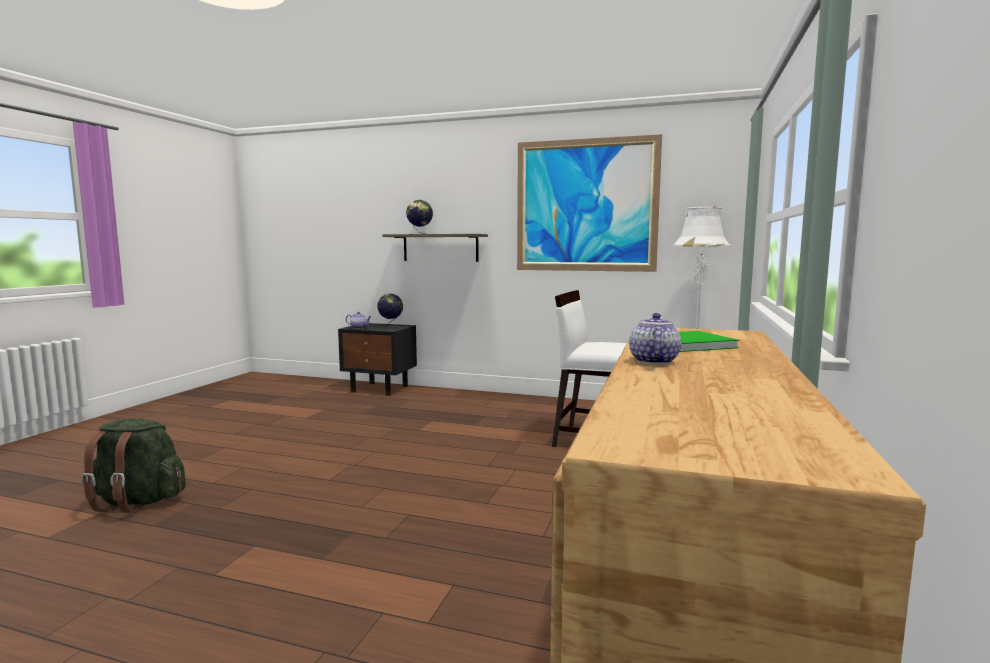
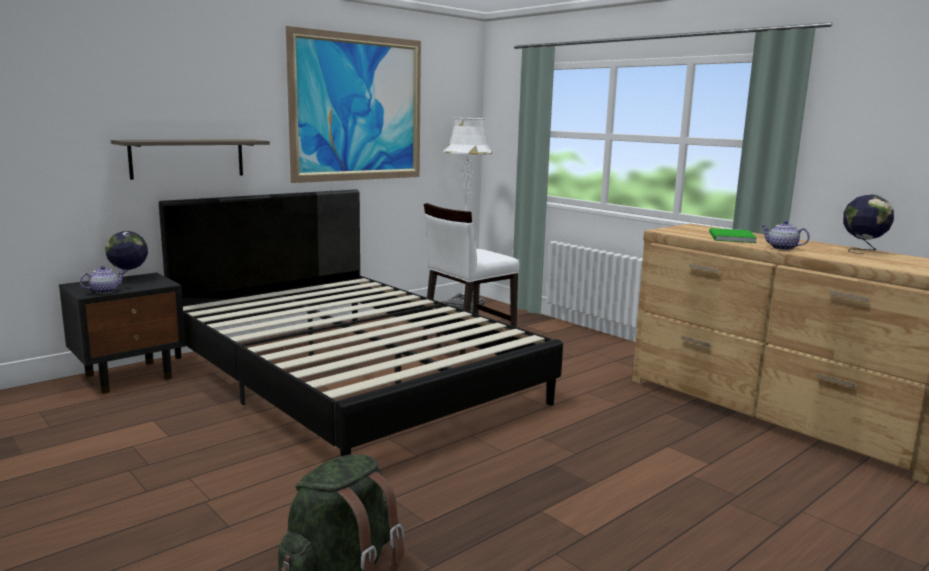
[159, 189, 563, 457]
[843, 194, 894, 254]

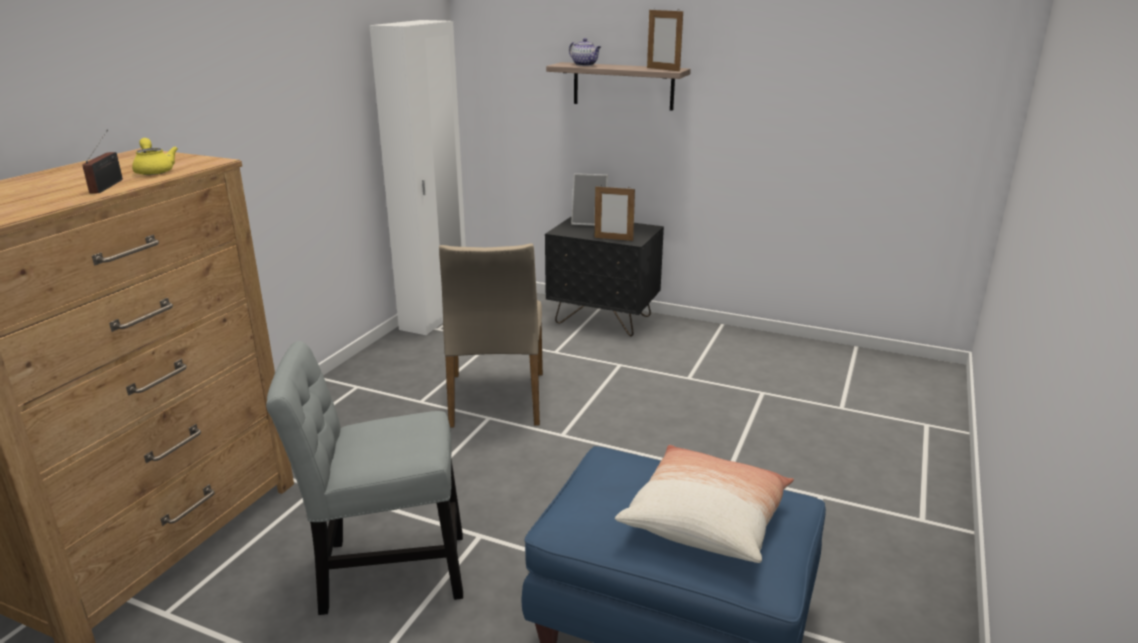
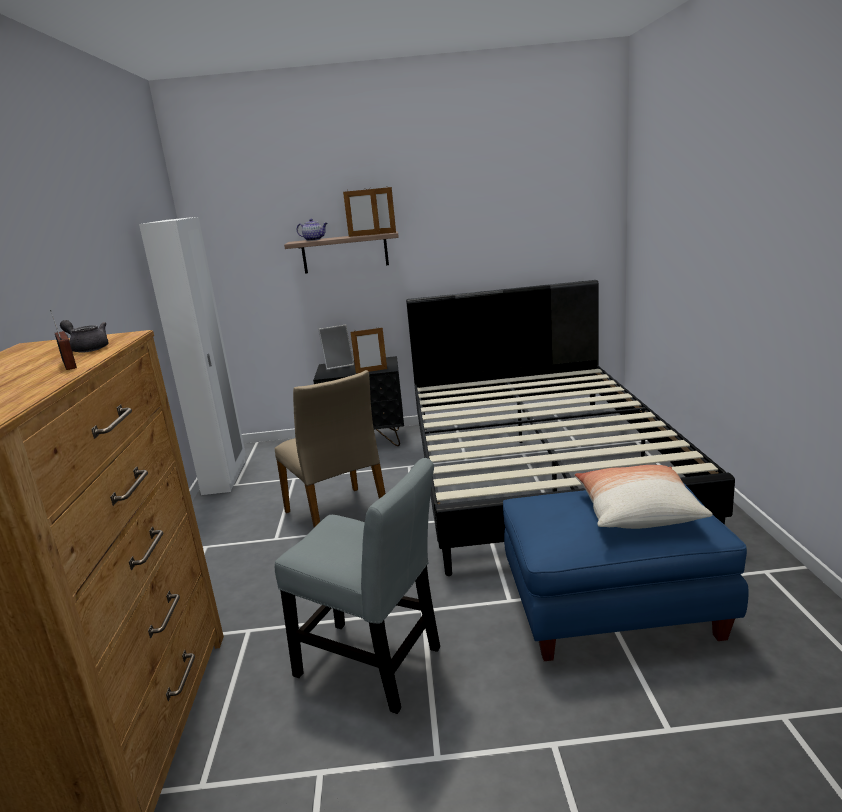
[60, 320, 109, 353]
[275, 458, 440, 714]
[343, 189, 380, 237]
[406, 280, 735, 576]

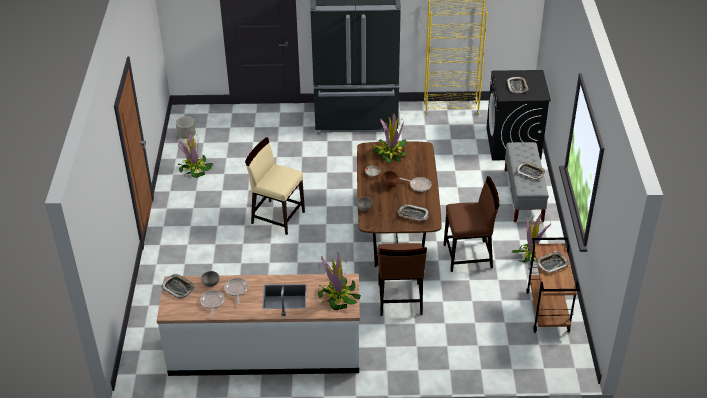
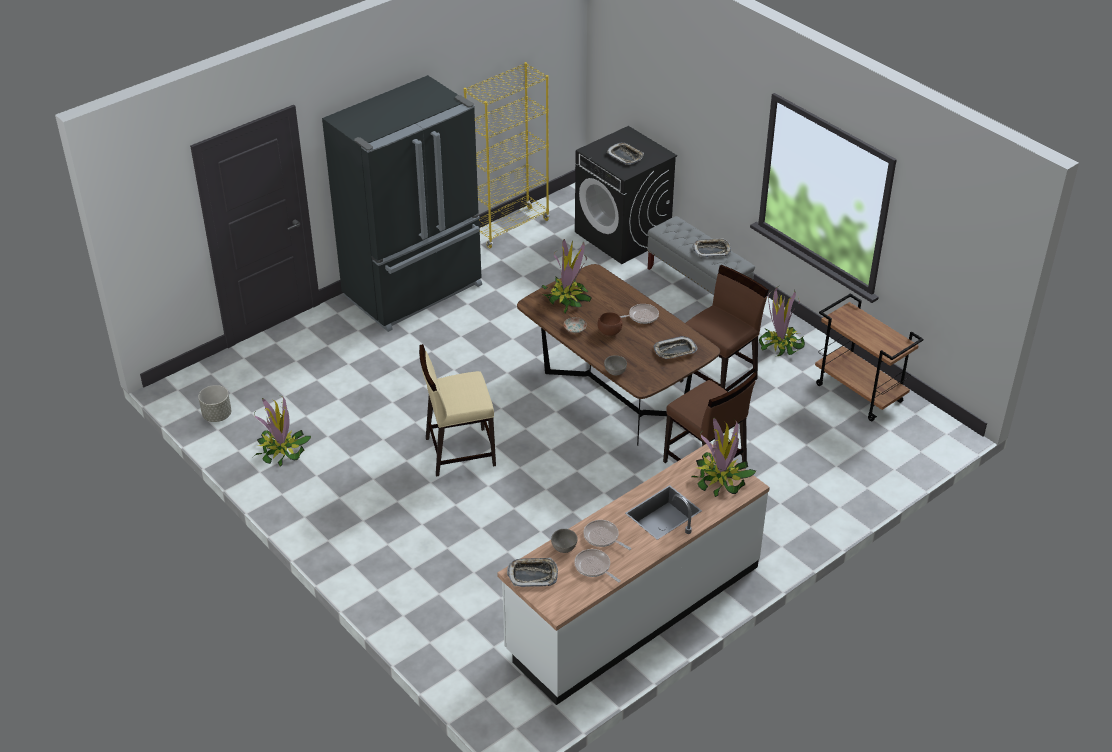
[536, 251, 569, 273] (first image)

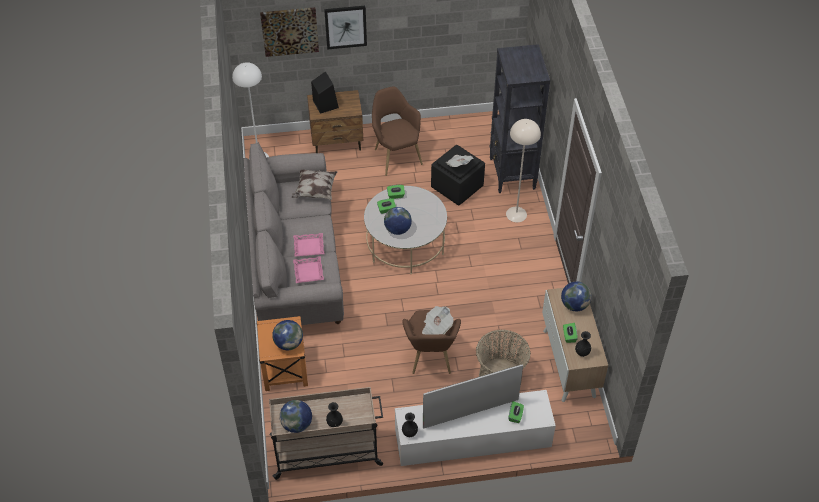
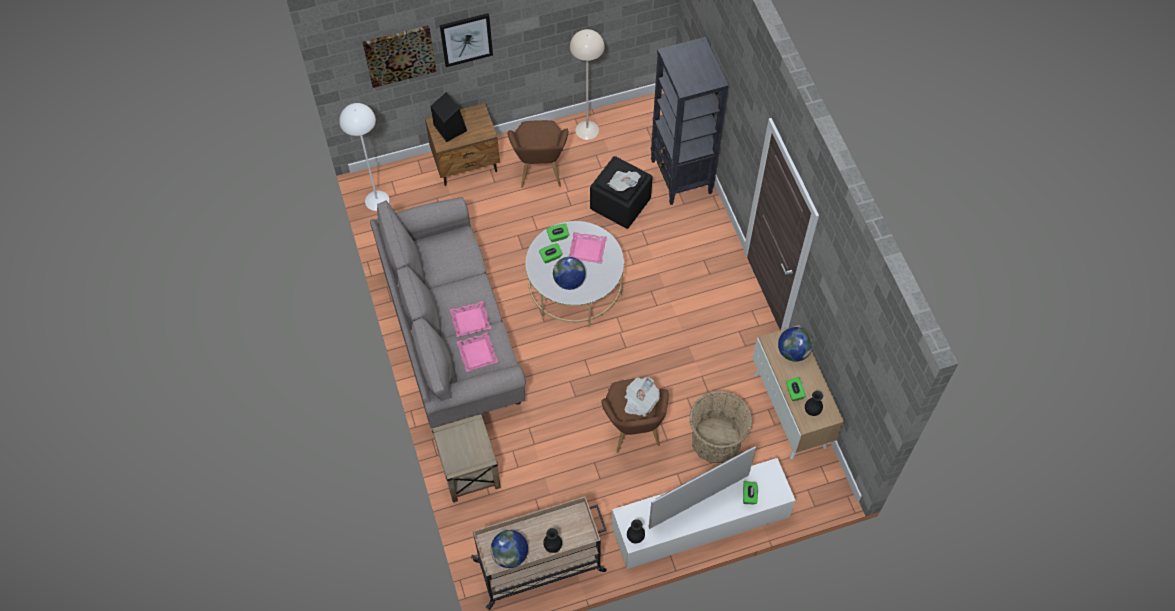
[432, 414, 501, 502]
[508, 120, 569, 188]
[568, 232, 607, 263]
[570, 29, 605, 140]
[272, 320, 303, 350] (first image)
[292, 170, 337, 200] (first image)

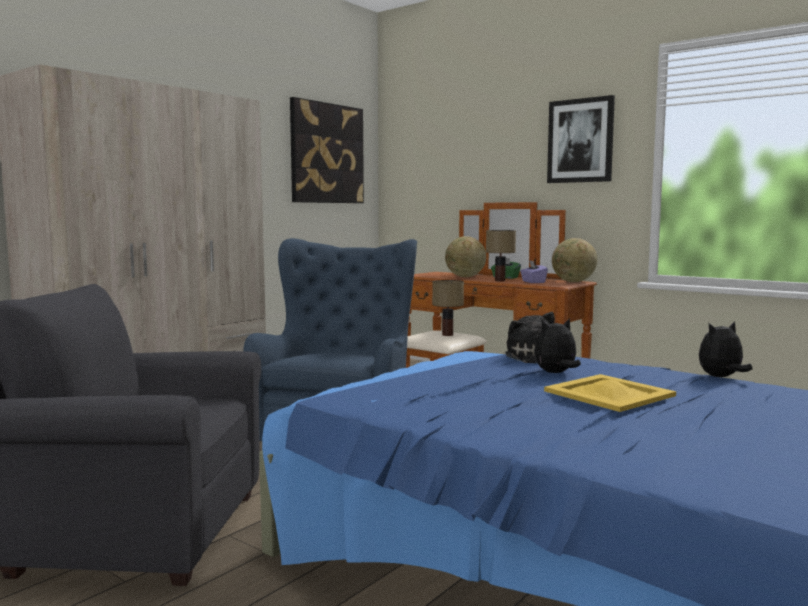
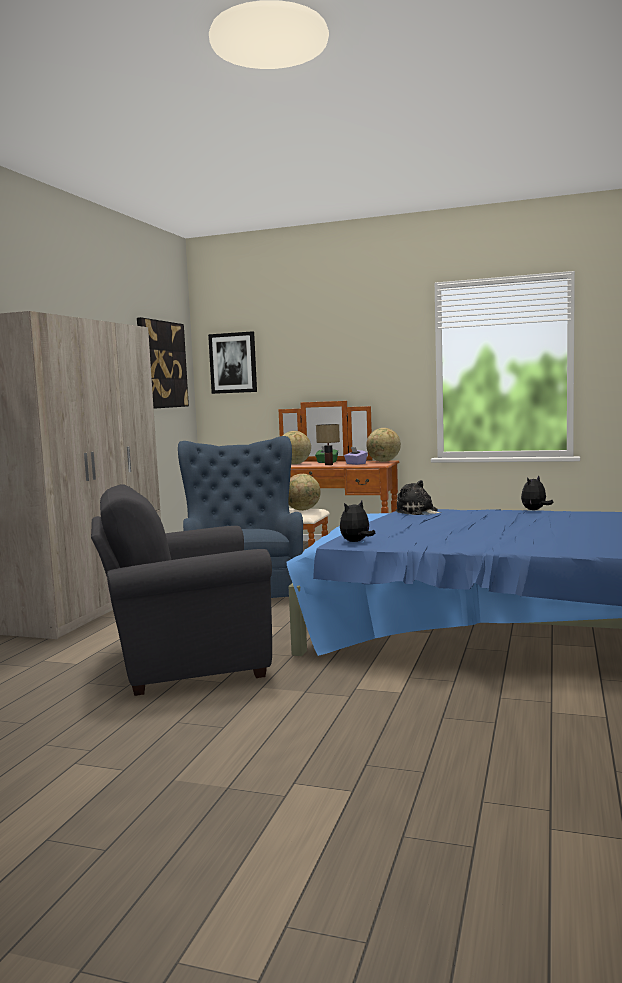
[208, 331, 257, 394]
[289, 474, 321, 511]
[340, 501, 376, 542]
[544, 374, 676, 412] (first image)

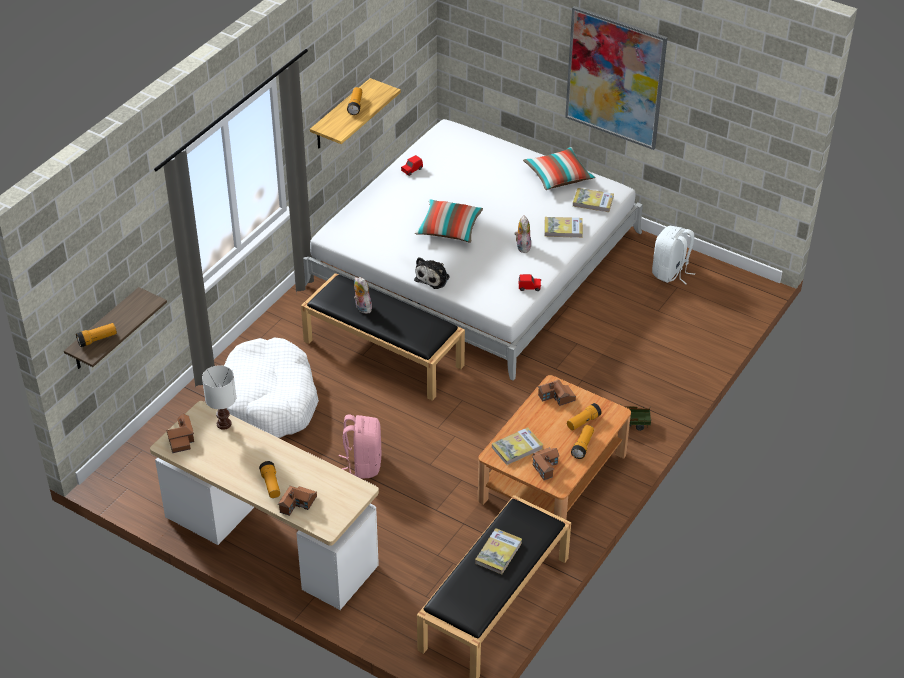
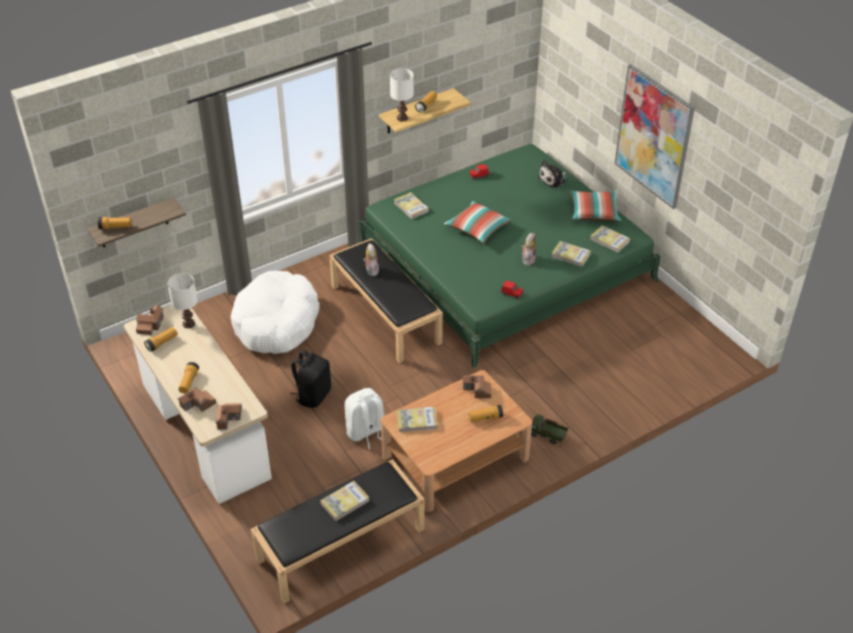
[144, 327, 177, 352]
[215, 403, 242, 430]
[290, 350, 331, 408]
[345, 388, 385, 449]
[359, 144, 661, 368]
[390, 68, 414, 121]
[394, 192, 429, 219]
[538, 160, 566, 188]

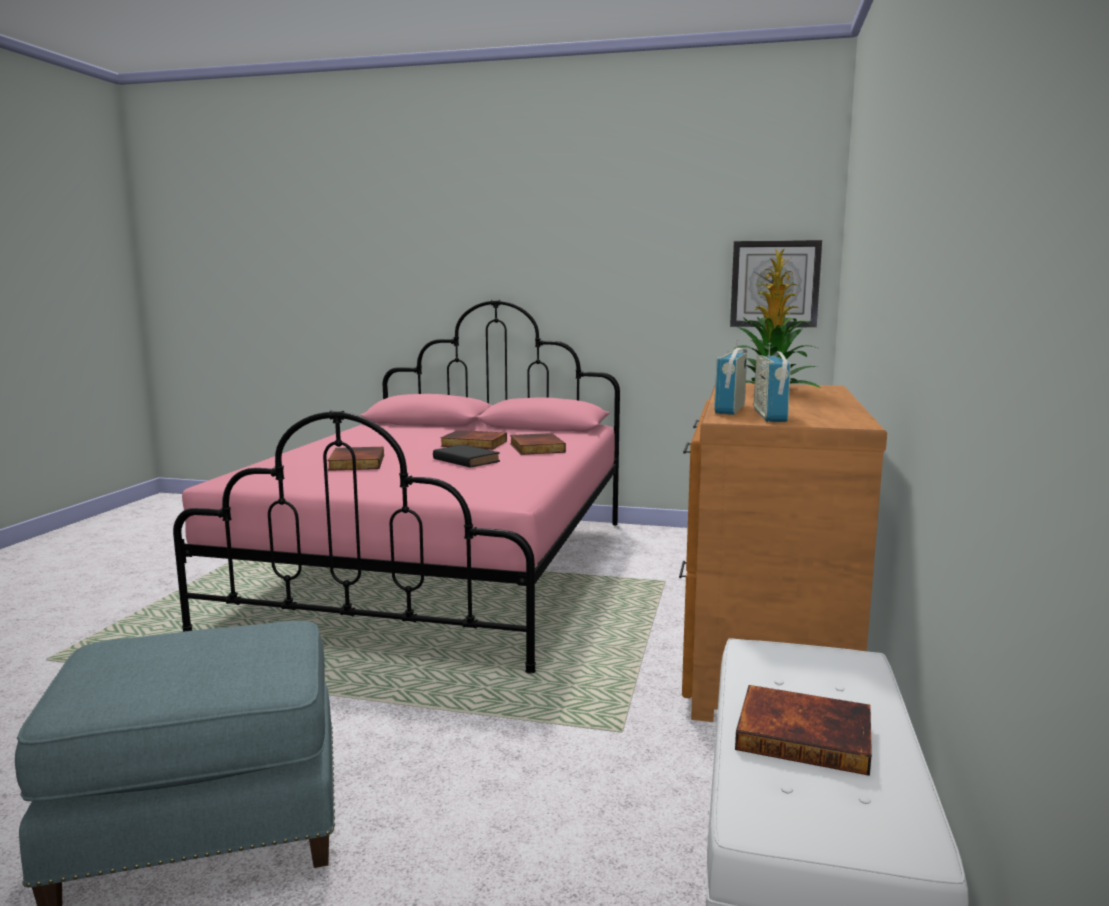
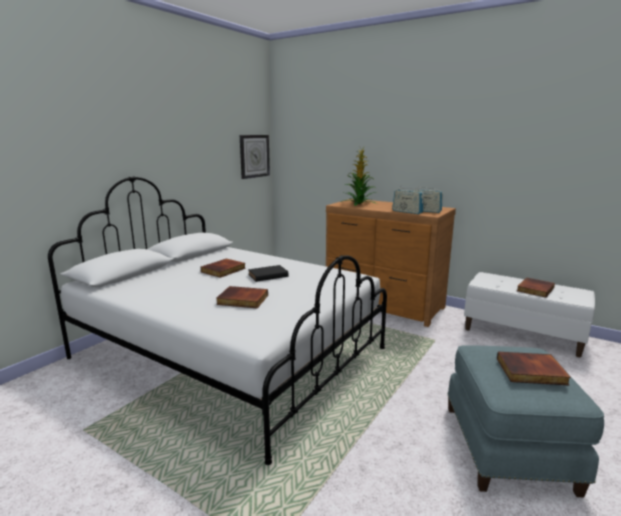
[48, 176, 387, 465]
[497, 352, 571, 385]

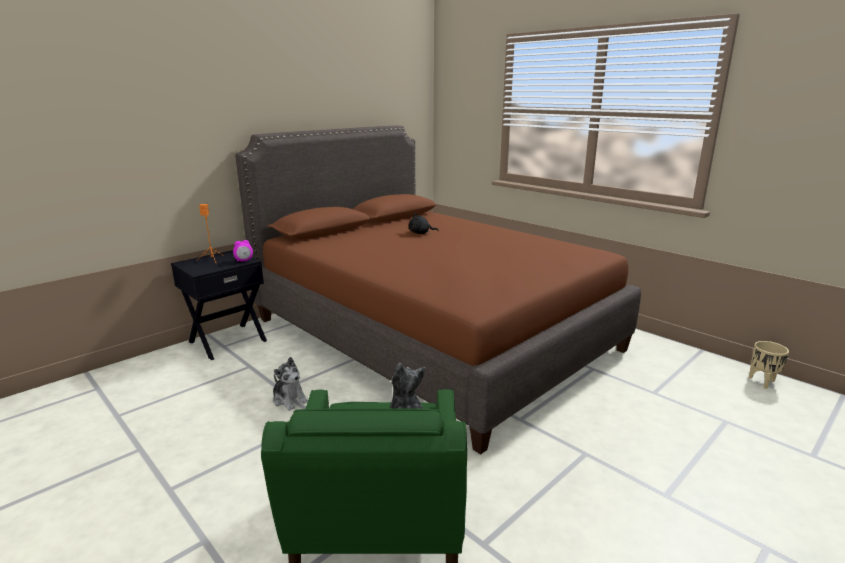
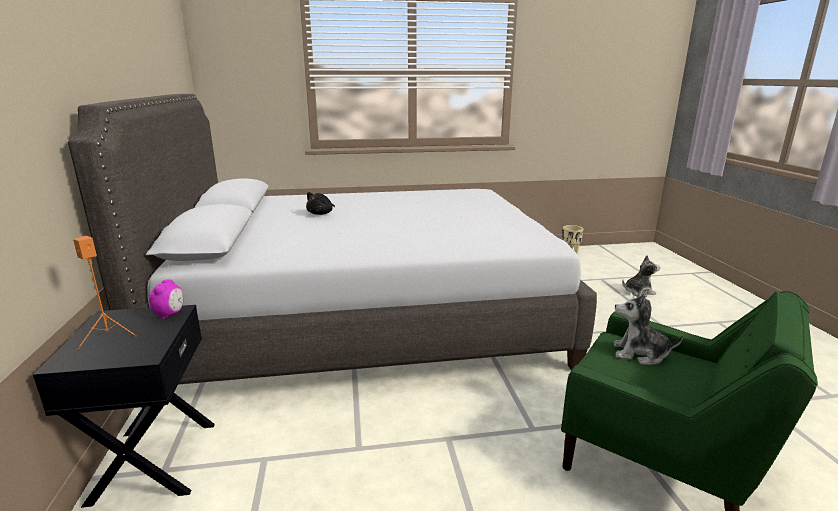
[68, 94, 597, 408]
[622, 255, 660, 297]

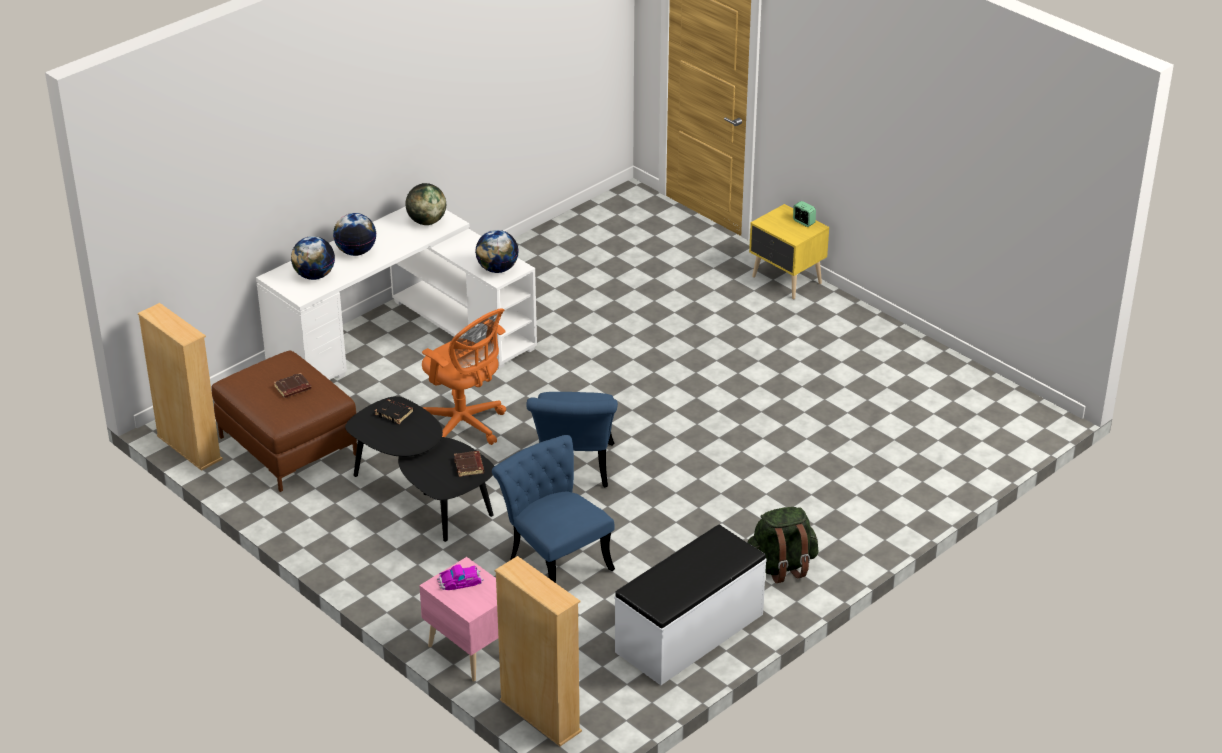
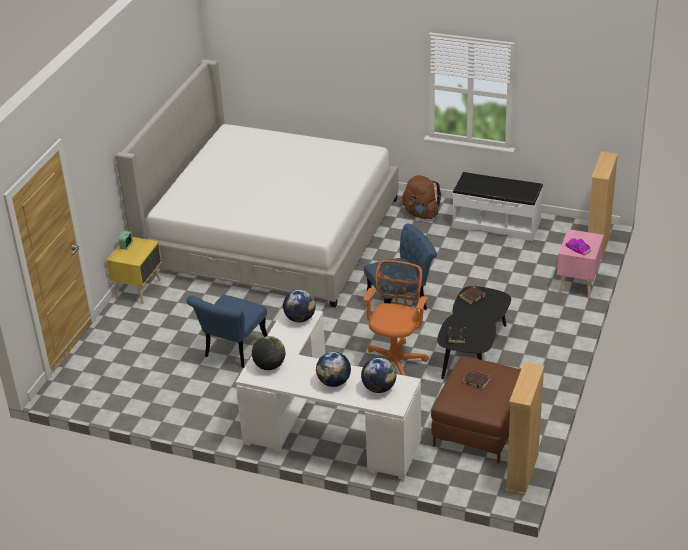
[116, 59, 399, 308]
[187, 295, 267, 368]
[402, 175, 442, 219]

